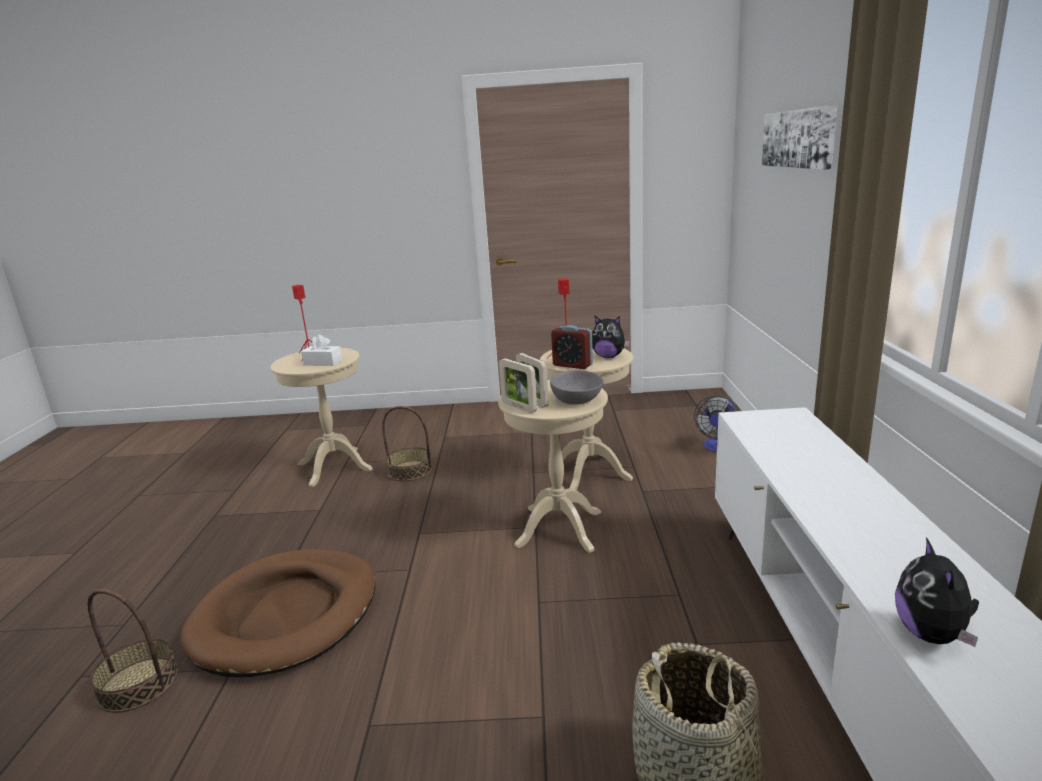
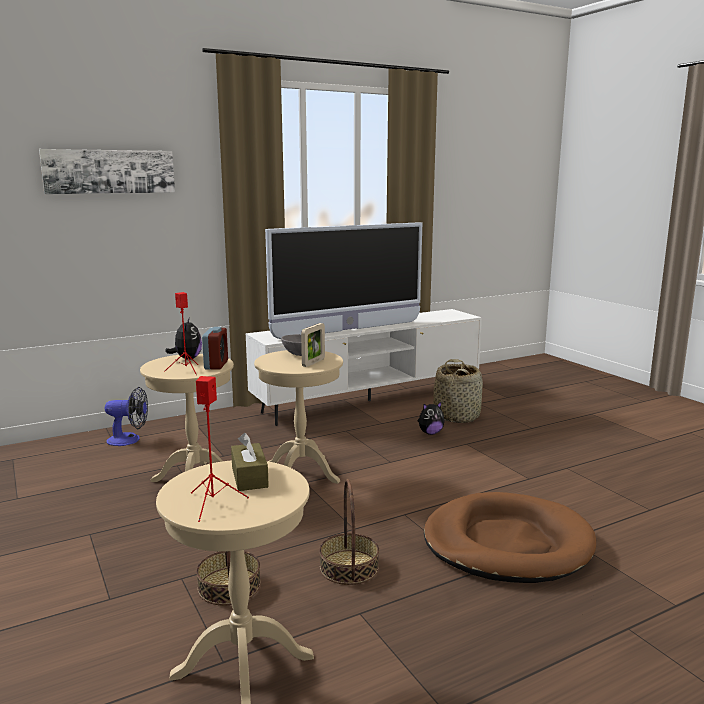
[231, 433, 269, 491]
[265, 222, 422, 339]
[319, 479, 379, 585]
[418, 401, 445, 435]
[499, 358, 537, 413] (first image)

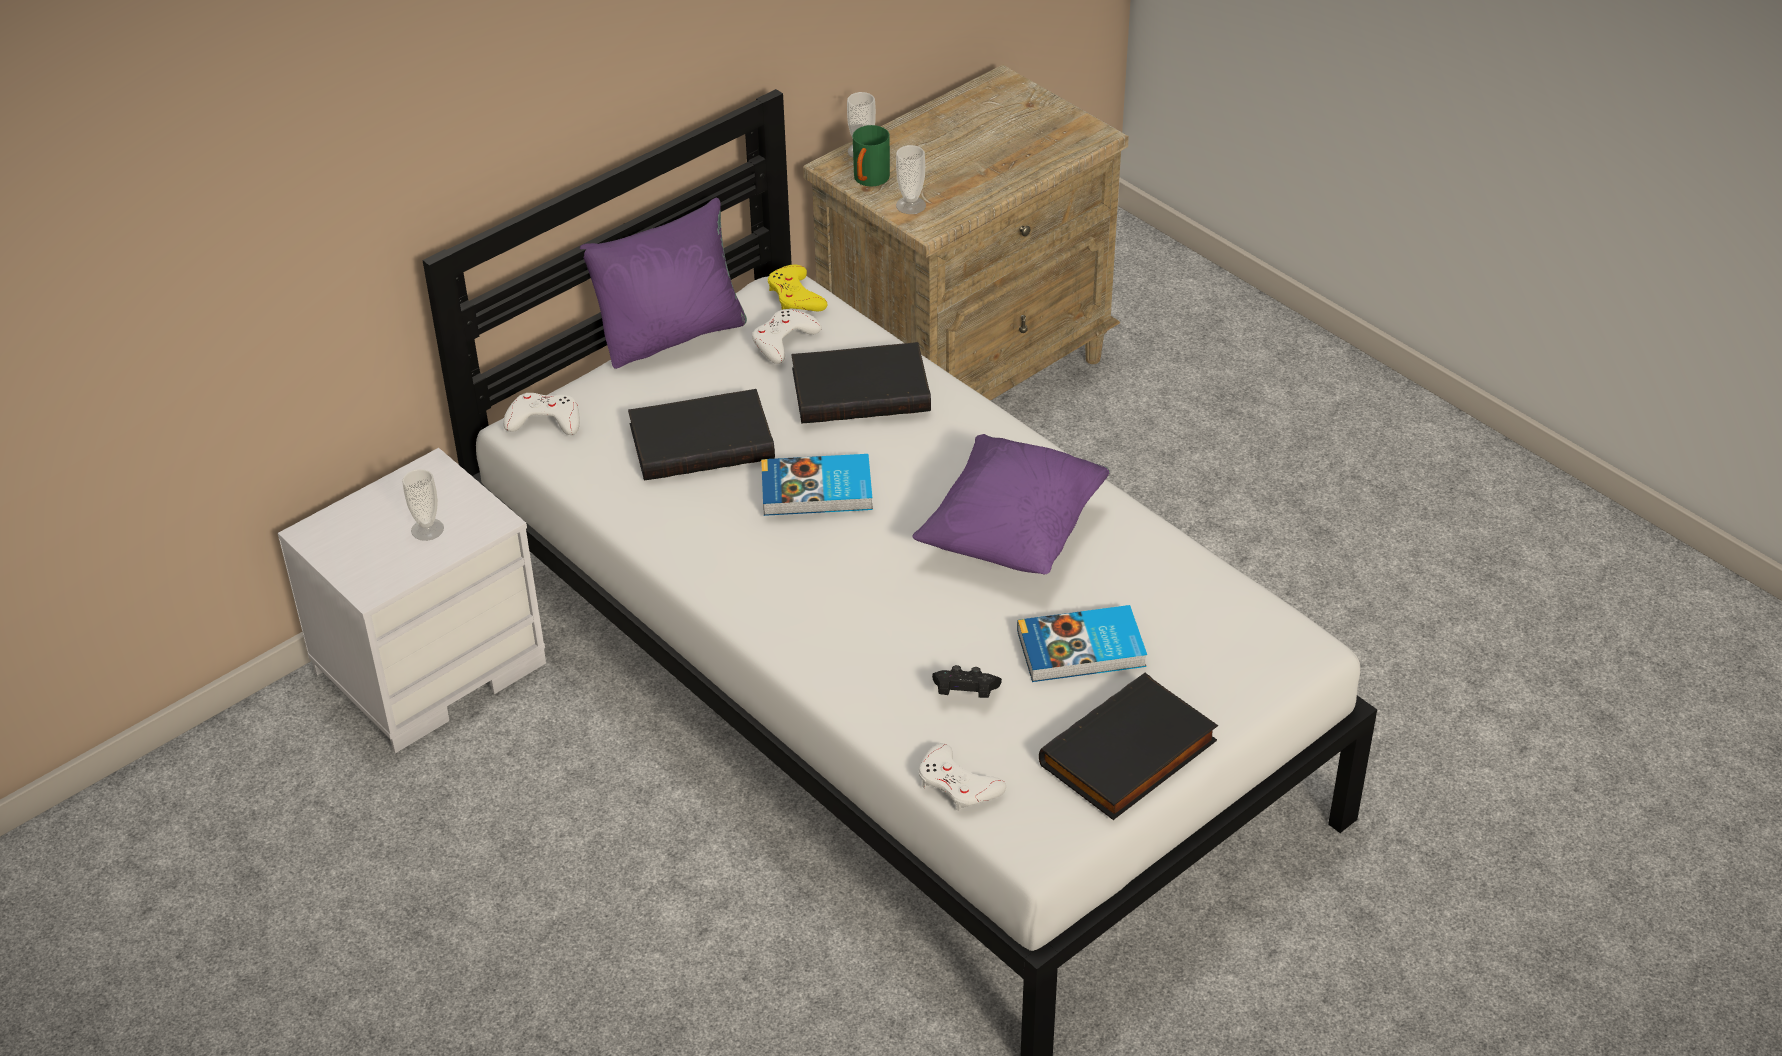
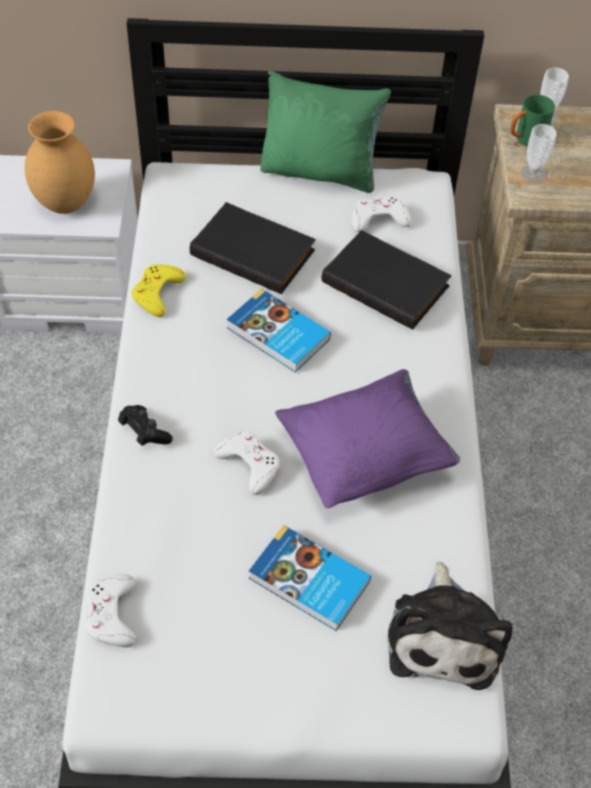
[25, 111, 95, 214]
[118, 405, 173, 446]
[132, 264, 186, 317]
[213, 431, 280, 495]
[260, 71, 391, 193]
[387, 561, 513, 690]
[1039, 673, 1218, 820] (first image)

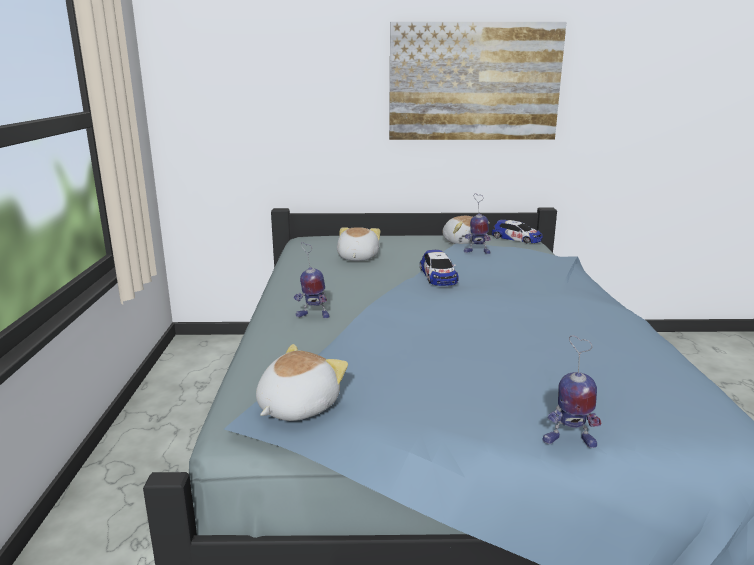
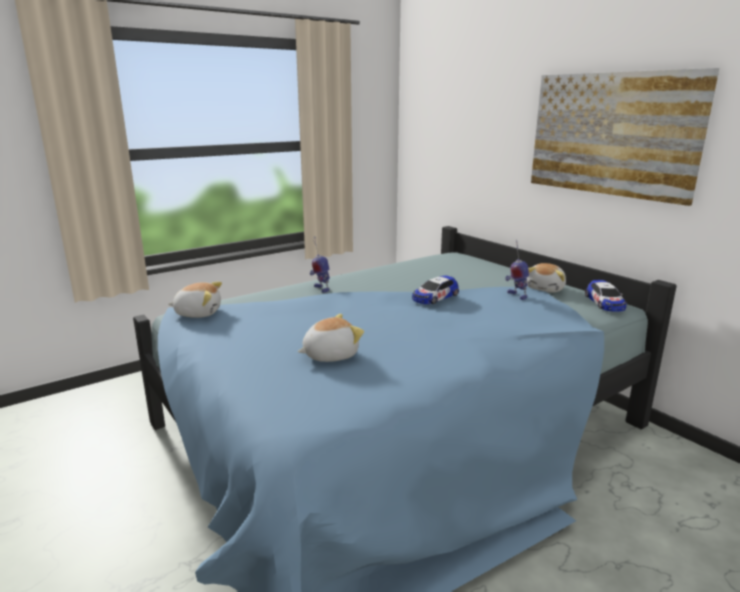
[298, 314, 364, 362]
[543, 335, 601, 448] (first image)

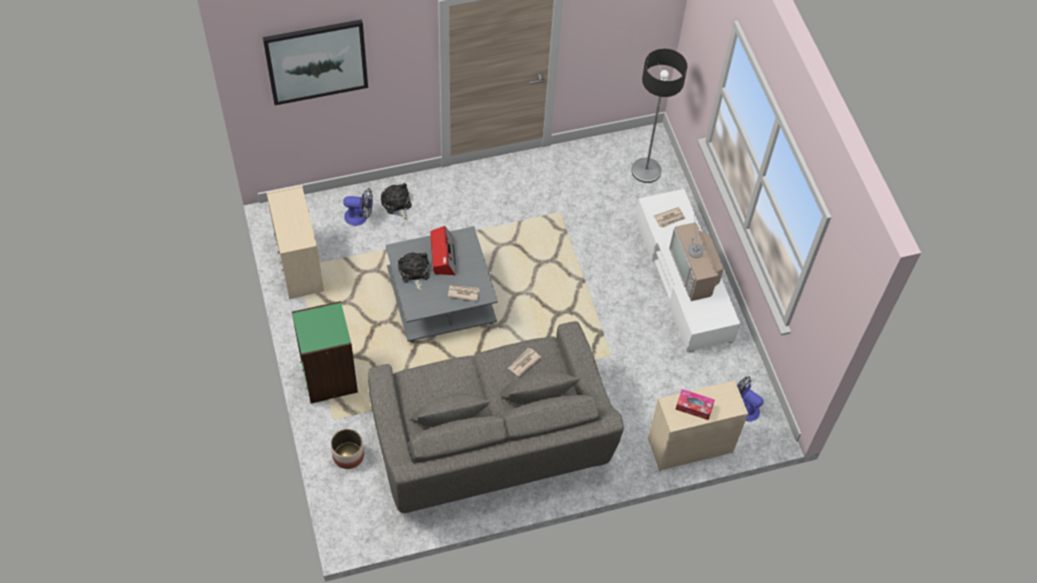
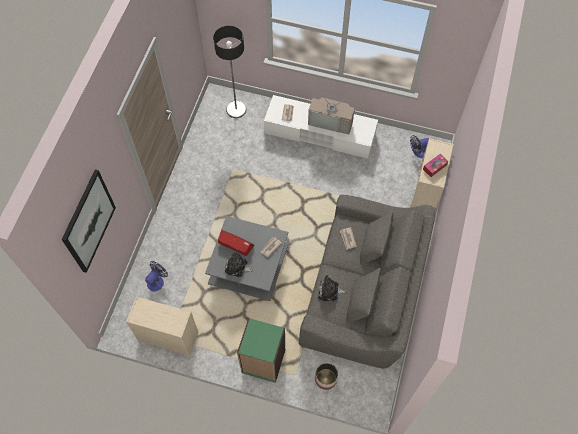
[318, 275, 347, 301]

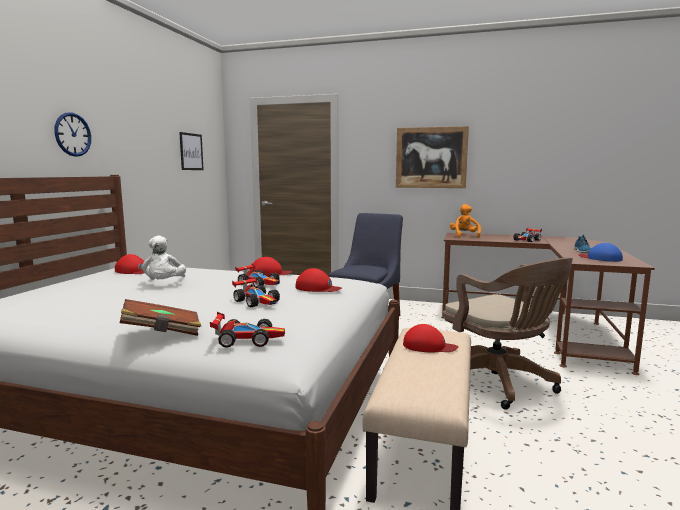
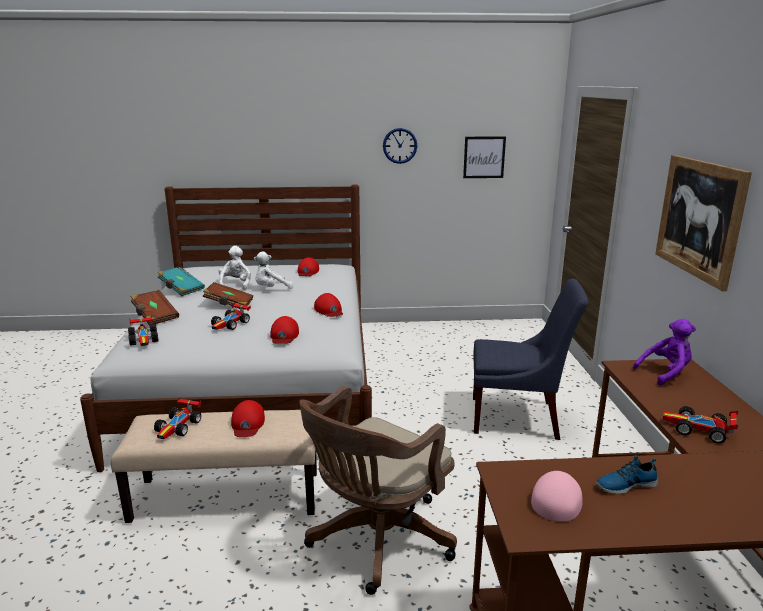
[154, 397, 201, 439]
[157, 267, 205, 296]
[203, 282, 253, 310]
[219, 246, 251, 291]
[383, 128, 417, 164]
[531, 471, 582, 522]
[633, 319, 696, 386]

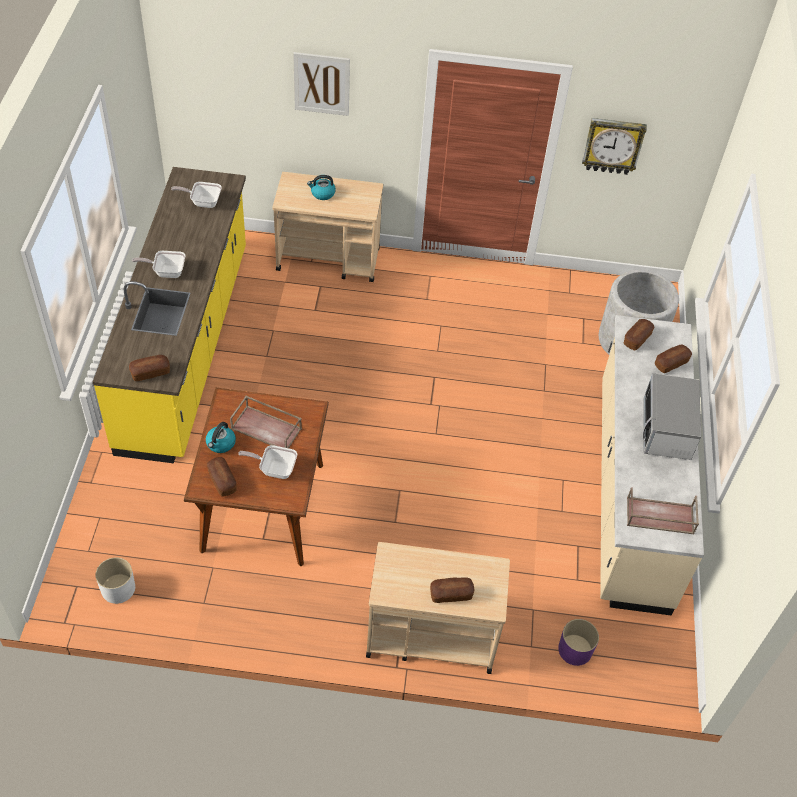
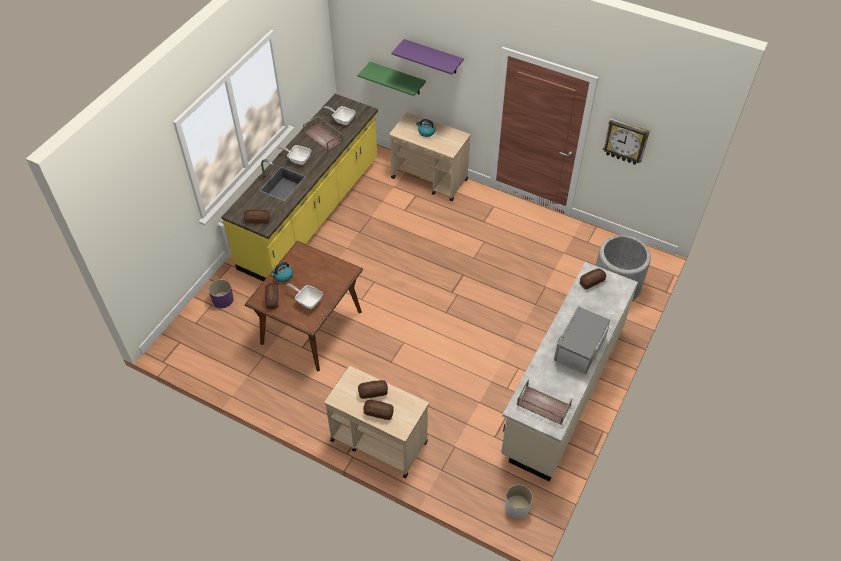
[208, 279, 234, 308]
[303, 116, 343, 151]
[358, 62, 426, 96]
[358, 380, 388, 399]
[391, 39, 464, 75]
[505, 484, 533, 518]

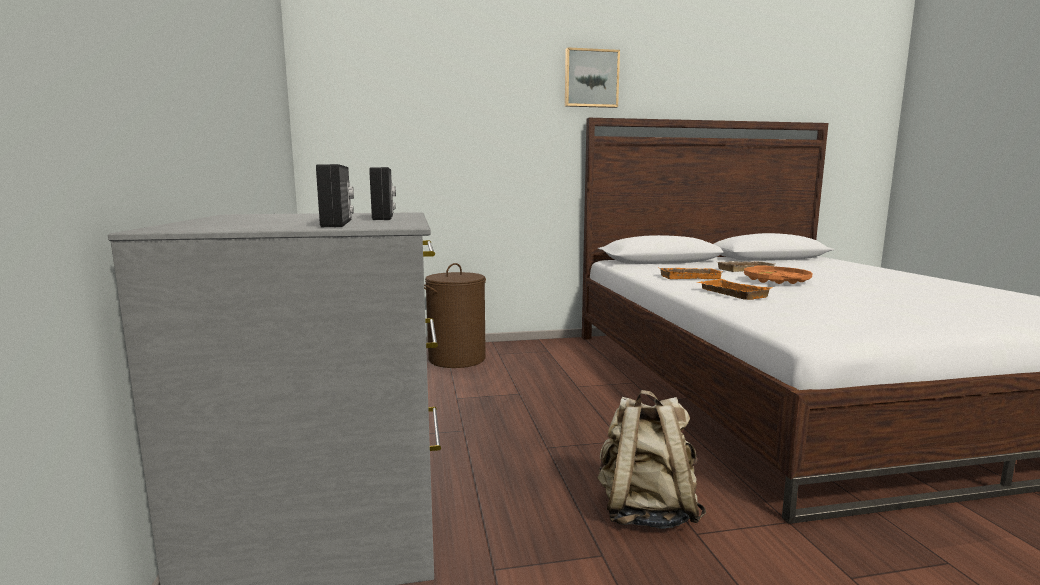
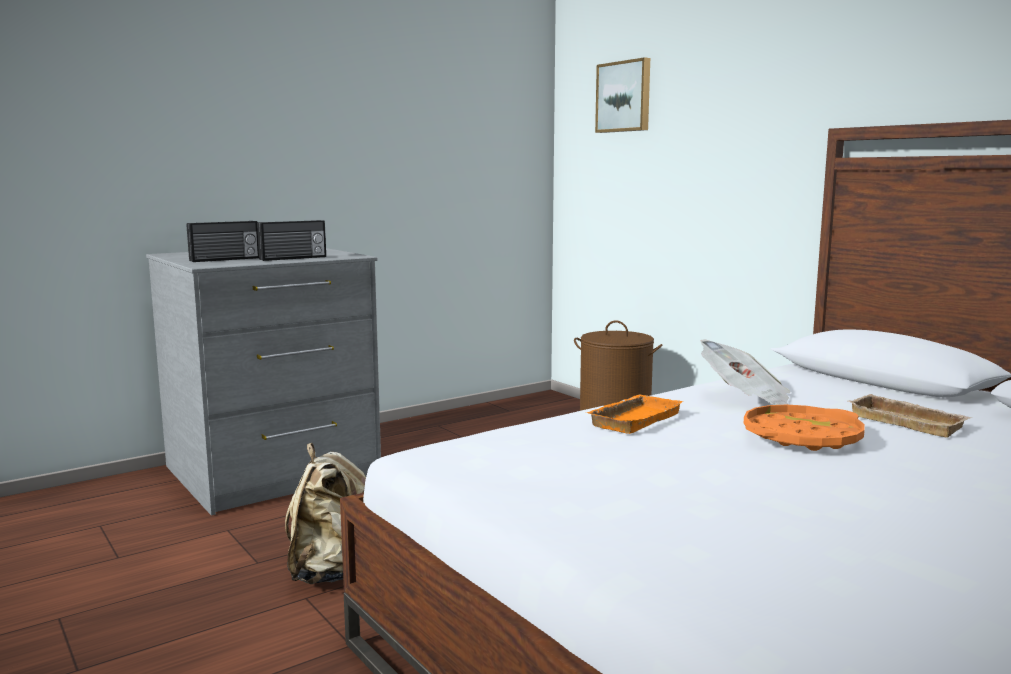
[595, 57, 650, 133]
[700, 339, 790, 405]

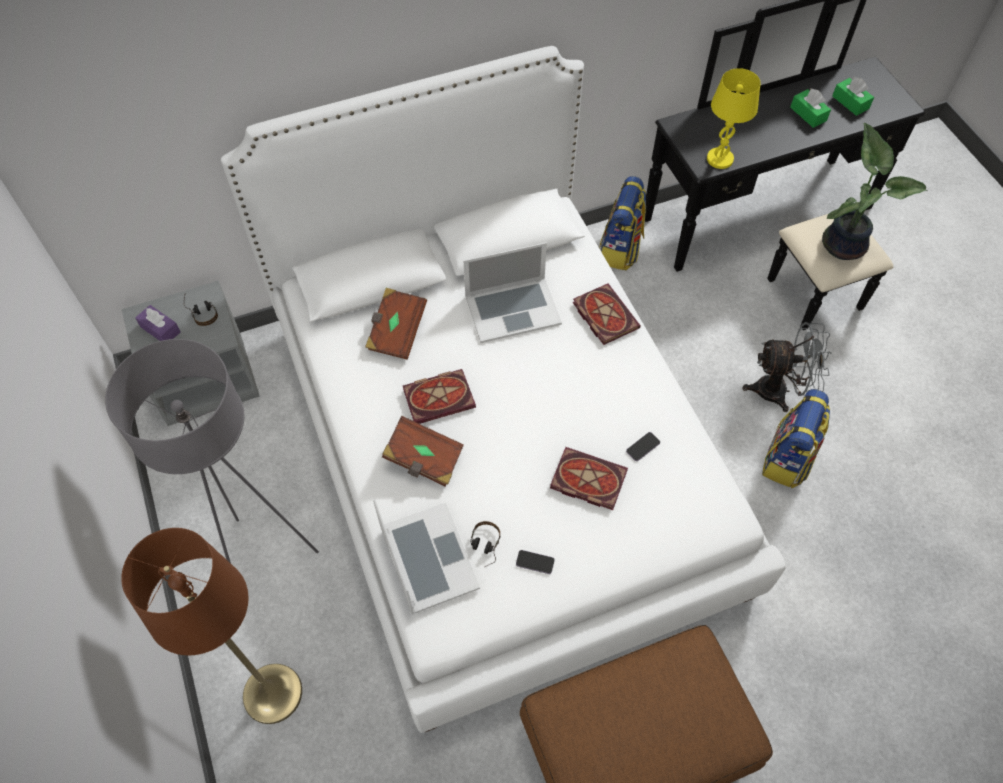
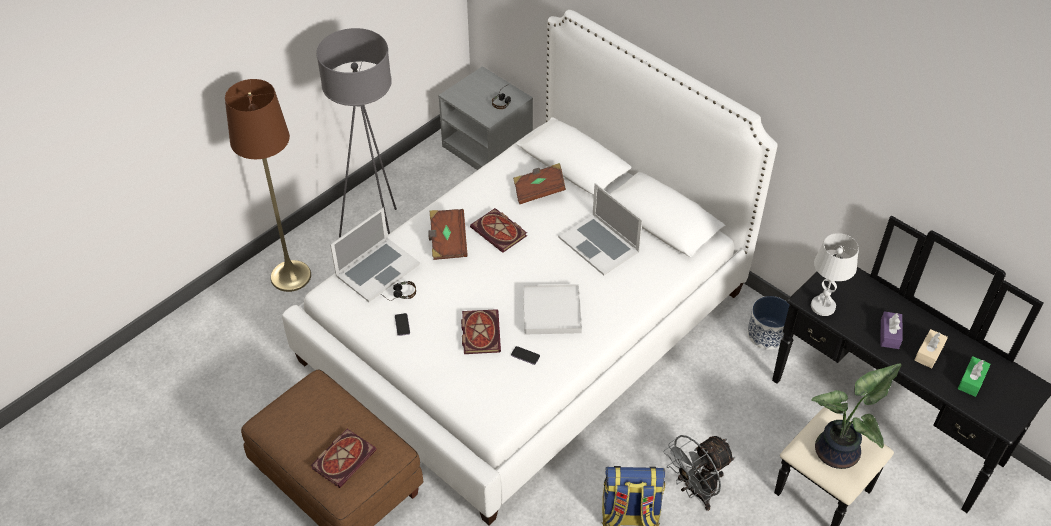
[311, 429, 377, 488]
[523, 284, 582, 334]
[664, 435, 735, 511]
[747, 296, 790, 350]
[811, 233, 859, 316]
[881, 311, 903, 349]
[915, 329, 948, 369]

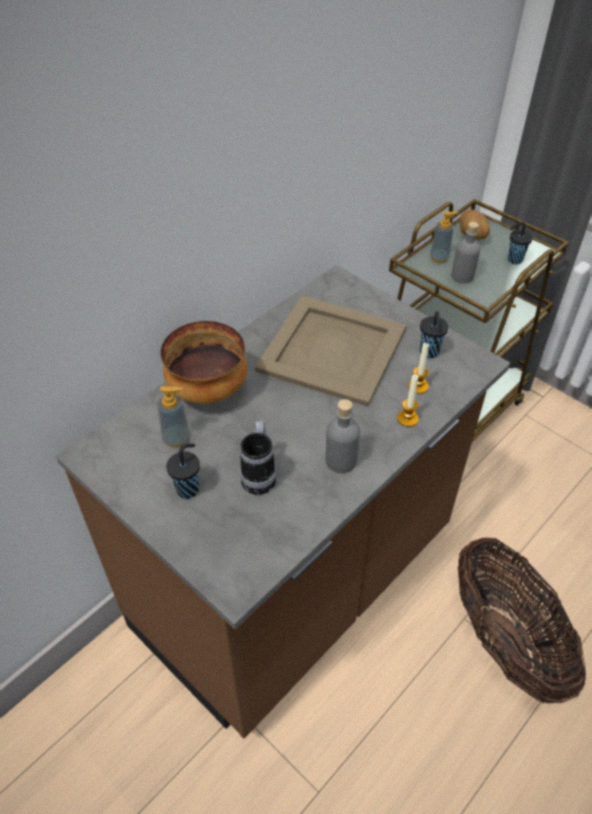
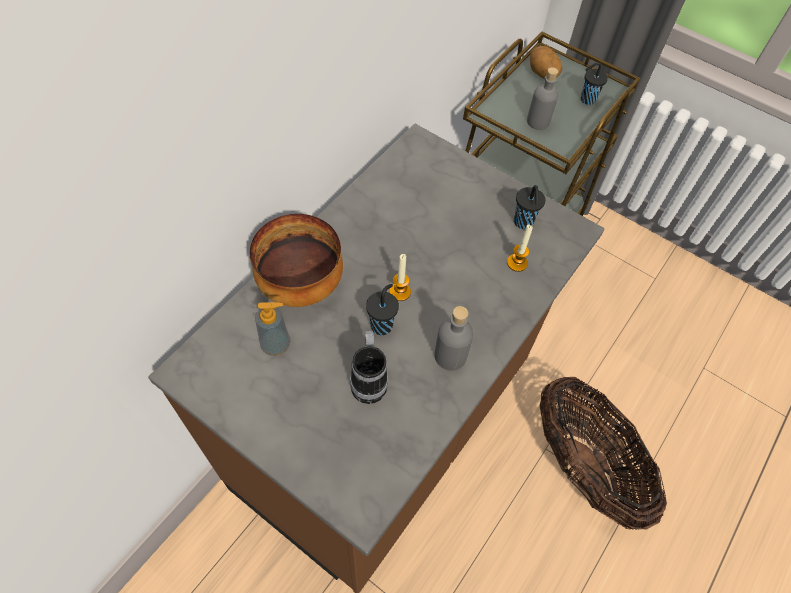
[366, 284, 399, 335]
[389, 254, 411, 301]
[255, 296, 406, 407] (first image)
[430, 212, 459, 263] (first image)

